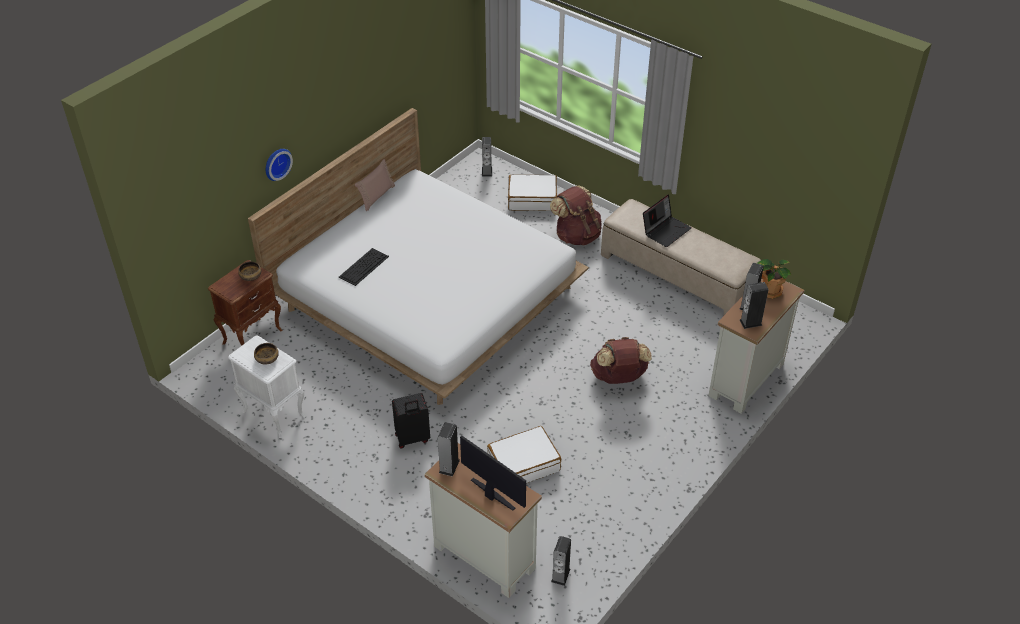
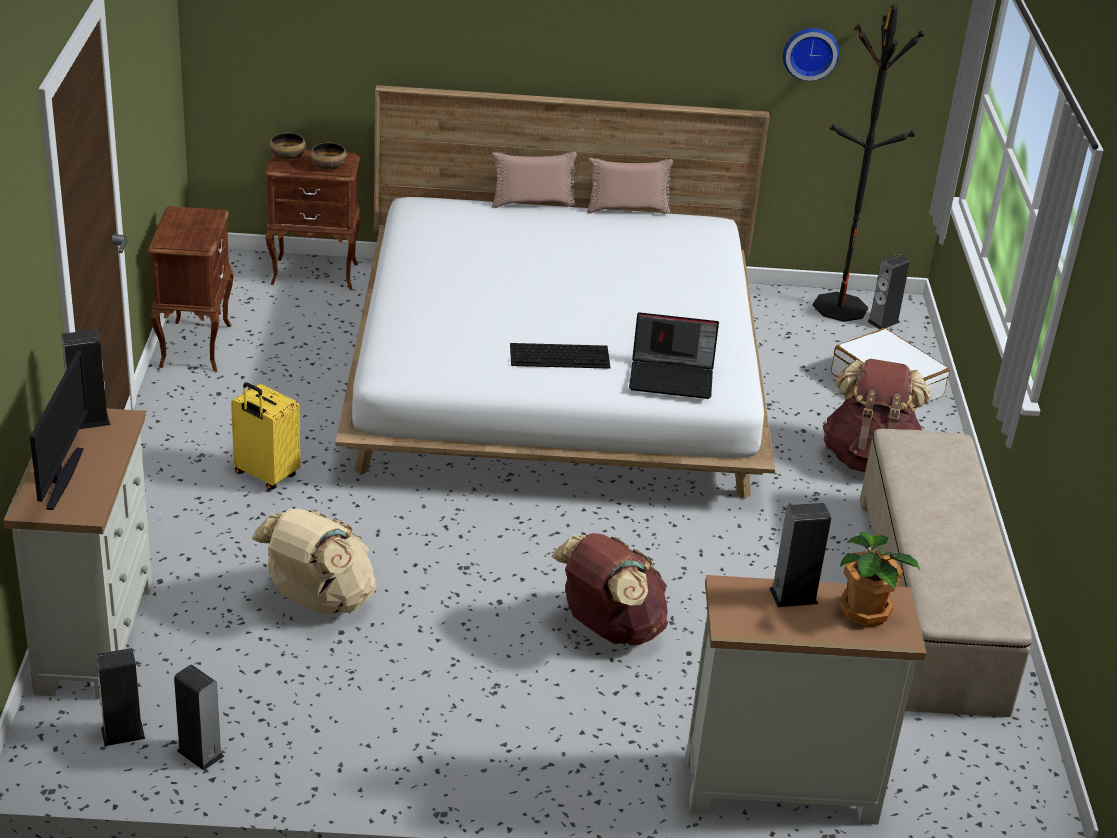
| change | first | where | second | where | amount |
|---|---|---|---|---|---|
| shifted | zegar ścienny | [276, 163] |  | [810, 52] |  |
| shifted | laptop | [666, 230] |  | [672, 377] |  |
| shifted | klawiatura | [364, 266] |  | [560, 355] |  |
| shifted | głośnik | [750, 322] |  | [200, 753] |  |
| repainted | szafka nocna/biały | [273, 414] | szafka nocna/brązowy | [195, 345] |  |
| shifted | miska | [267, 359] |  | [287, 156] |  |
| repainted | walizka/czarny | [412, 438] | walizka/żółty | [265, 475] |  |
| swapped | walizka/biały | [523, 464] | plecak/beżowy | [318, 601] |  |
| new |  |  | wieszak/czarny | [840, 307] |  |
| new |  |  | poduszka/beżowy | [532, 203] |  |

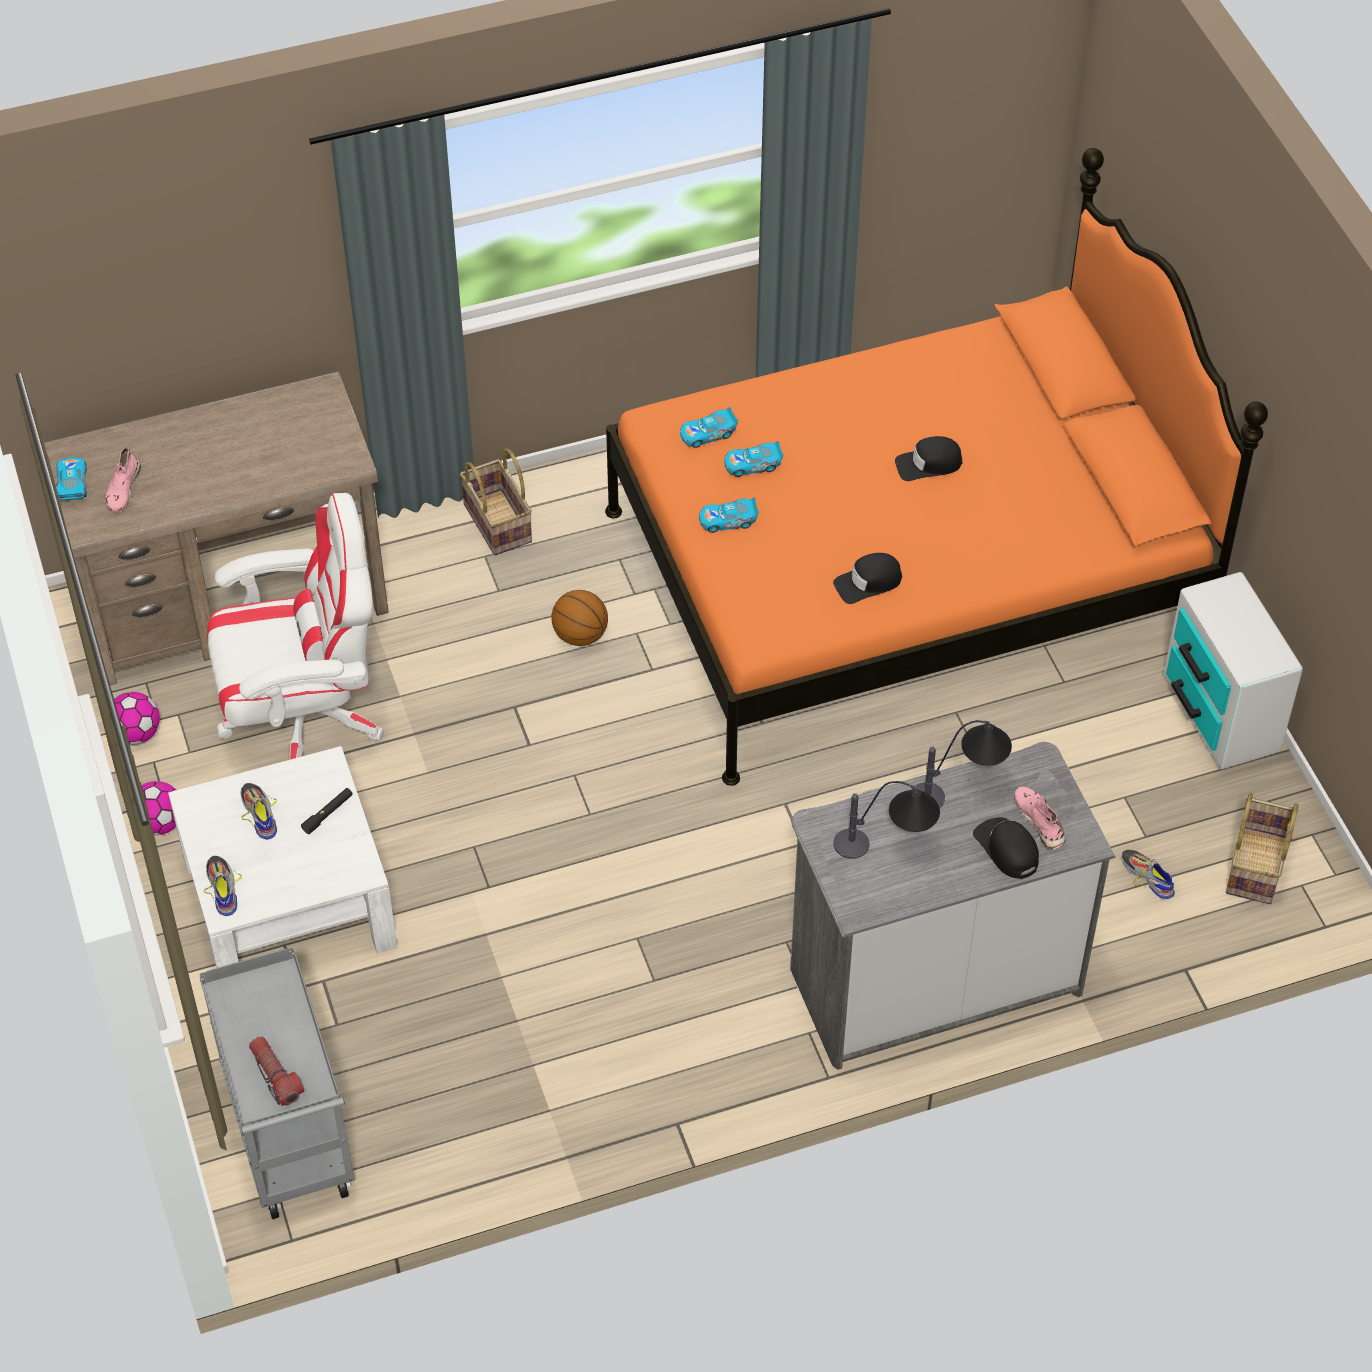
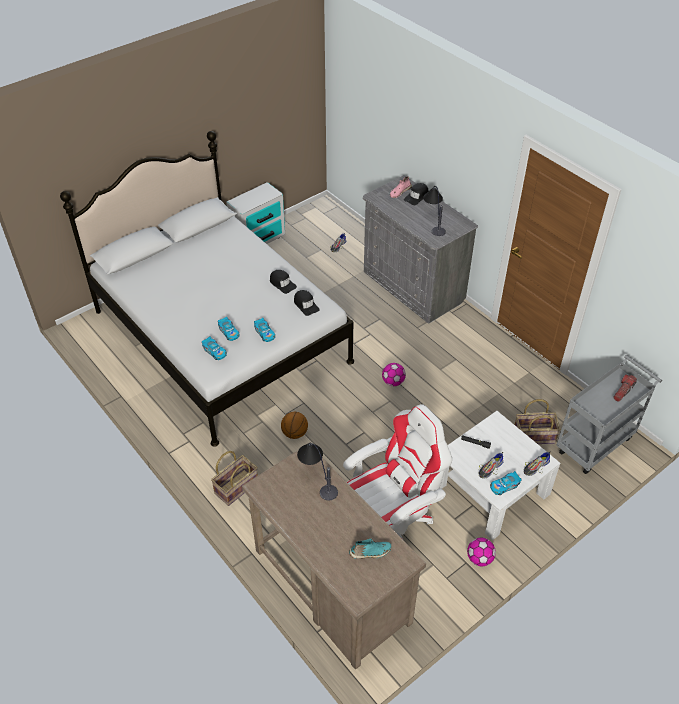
| change | first | where | second | where | amount |
|---|---|---|---|---|---|
| repainted | łóżko/pomarańczowy | [903, 579] | łóżko/biały | [220, 336] |  |
| shifted | czapka z daszkiem/czarny | [928, 464] |  | [306, 305] |  |
| repainted | but/różowy | [122, 489] | but/turkusowy | [370, 552] |  |
| shifted | samochodzik | [72, 484] |  | [504, 486] |  |
| rotated | krzesło biurowe/biały | [304, 718] |  | [389, 523] | 90 degrees clockwise |
| shifted | piłka futbolowa | [136, 734] |  | [393, 382] |  |
| shifted | lampa stołowa | [961, 788] |  | [317, 480] |  |
| shifted | koszyk | [1257, 866] |  | [534, 435] |  |

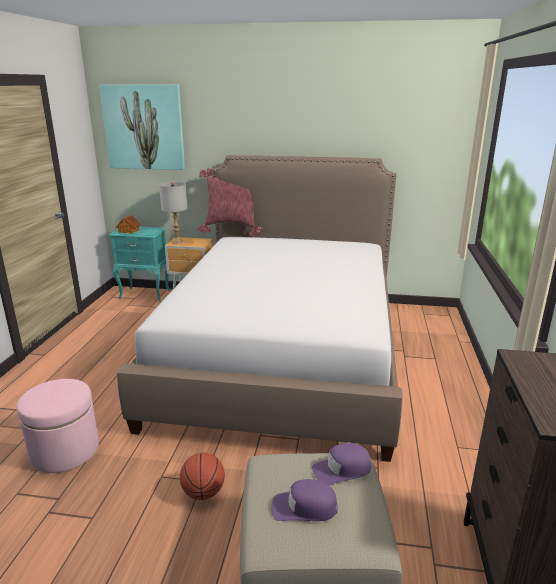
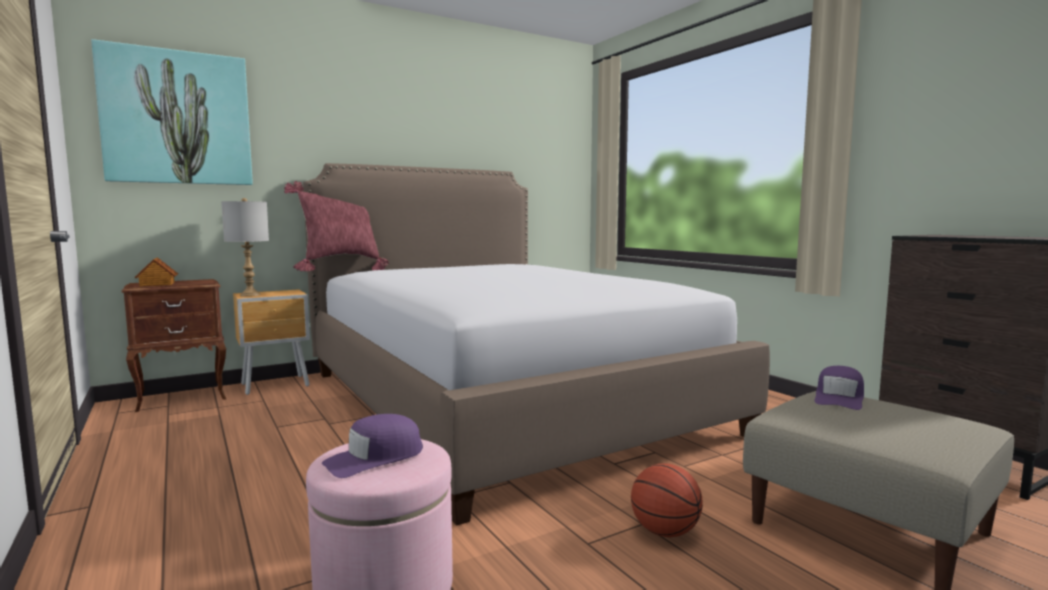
| change | first | where | second | where | amount |
|---|---|---|---|---|---|
| repainted | szafka nocna/turkusowy | [145, 294] | szafka nocna/brązowy | [182, 398] |  |
| shifted | czapka z daszkiem/fioletowy | [304, 507] |  | [374, 458] |  |

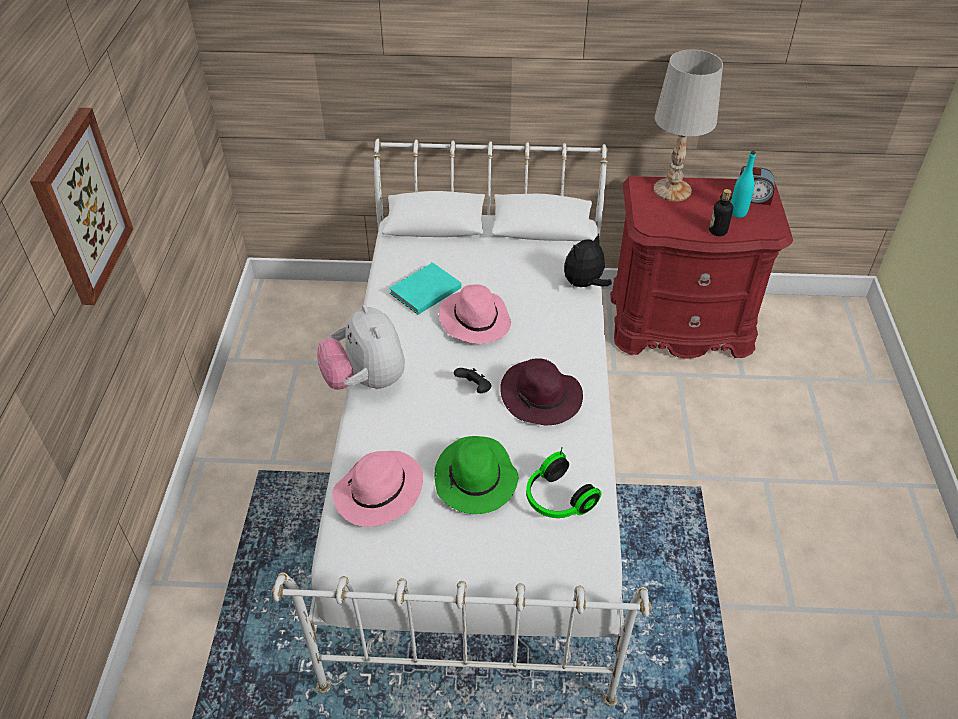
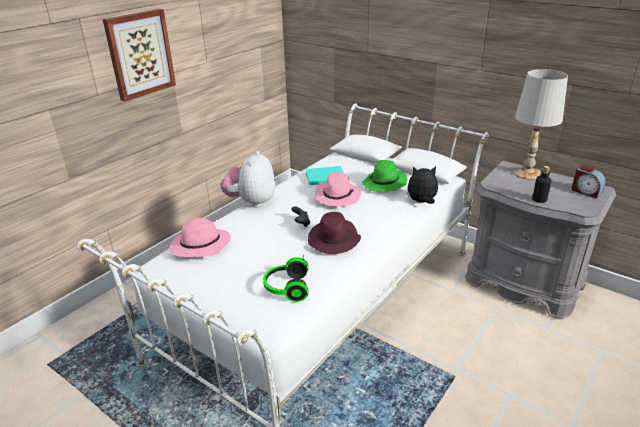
| change | first | where | second | where | amount |
|---|---|---|---|---|---|
| gone | butelka/turkusowy | [737, 213] |  |  |  |
| repainted | szafka nocna/czerwony | [682, 327] | szafka nocna/szary | [523, 285] |  |
| shifted | kapelusz/zielony | [476, 480] |  | [384, 184] |  |

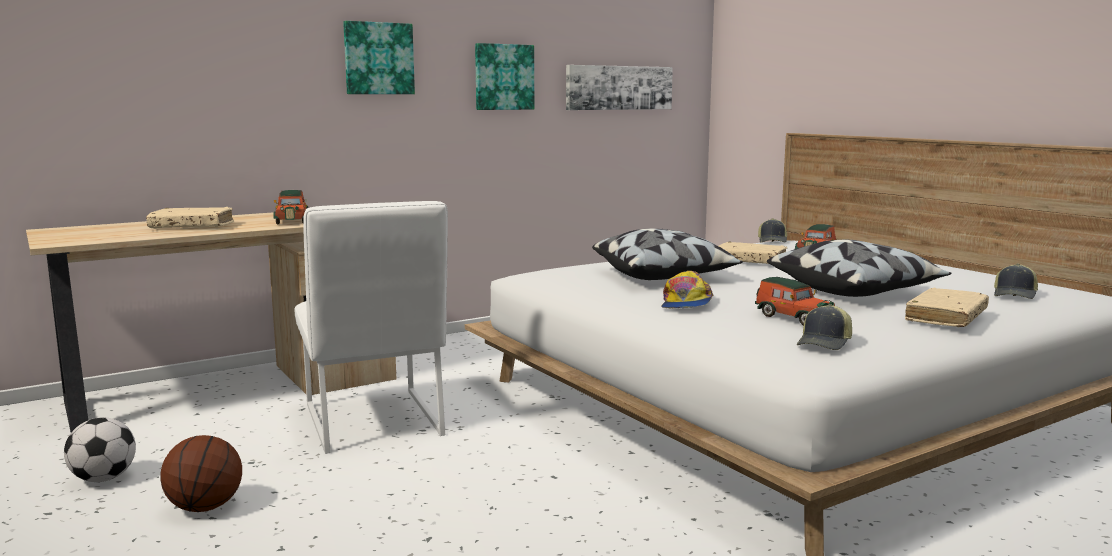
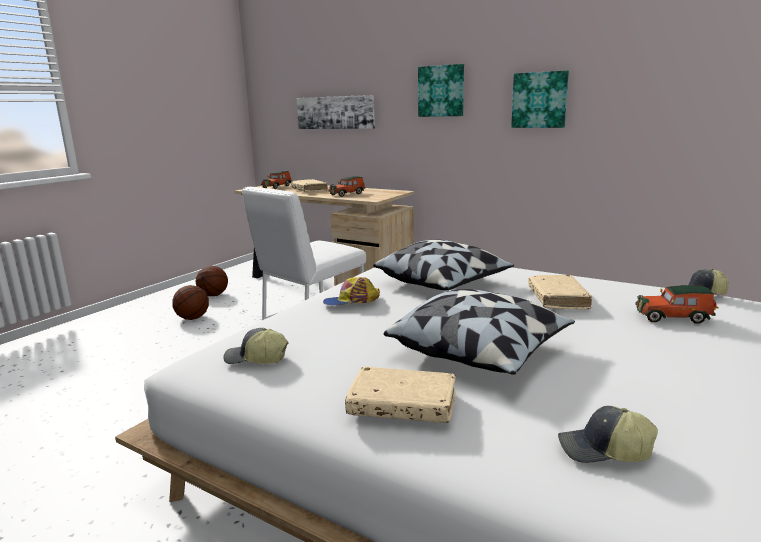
| change | first | where | second | where | amount |
|---|---|---|---|---|---|
| shifted | obraz | [619, 88] |  | [335, 112] |  |
| shifted | samochodzik | [792, 317] |  | [277, 187] |  |
| swapped | piłka futbolowa | [103, 479] | piłka do koszykówki | [213, 295] |  |

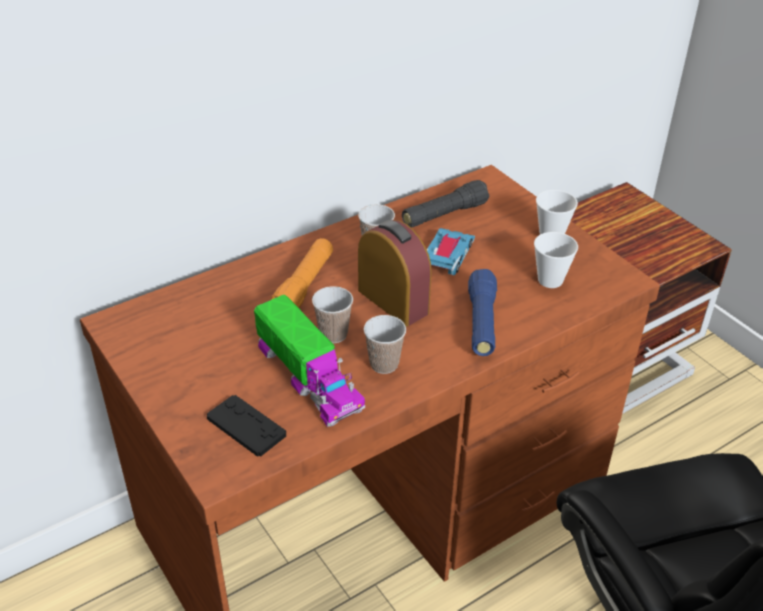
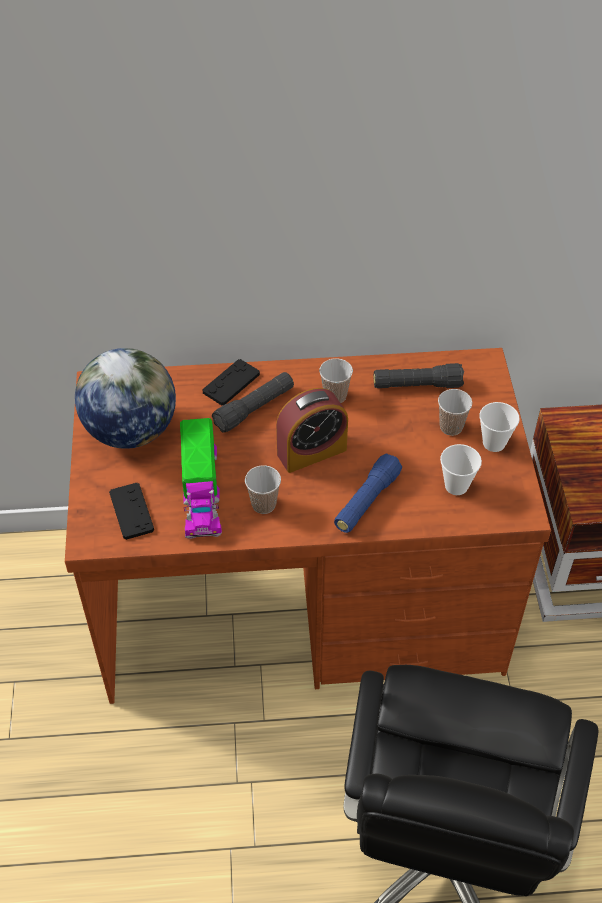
| change | first | where | second | where | amount |
|---|---|---|---|---|---|
| rotated | budzik | [393, 301] |  | [311, 452] | 75 degrees clockwise |
| gone | samochodzik | [447, 255] |  |  |  |
| repainted | latarka/pomarańczowy | [305, 285] | latarka/czarny | [254, 409] |  |
| shifted | filiżanka | [333, 334] |  | [451, 427] |  |
| new |  |  | globus | [131, 430] |  |
| new |  |  | pad do gier/czarny | [231, 383] |  |

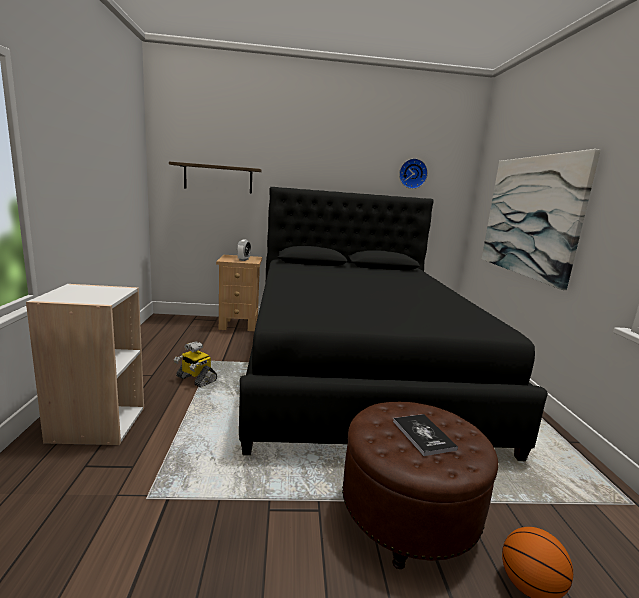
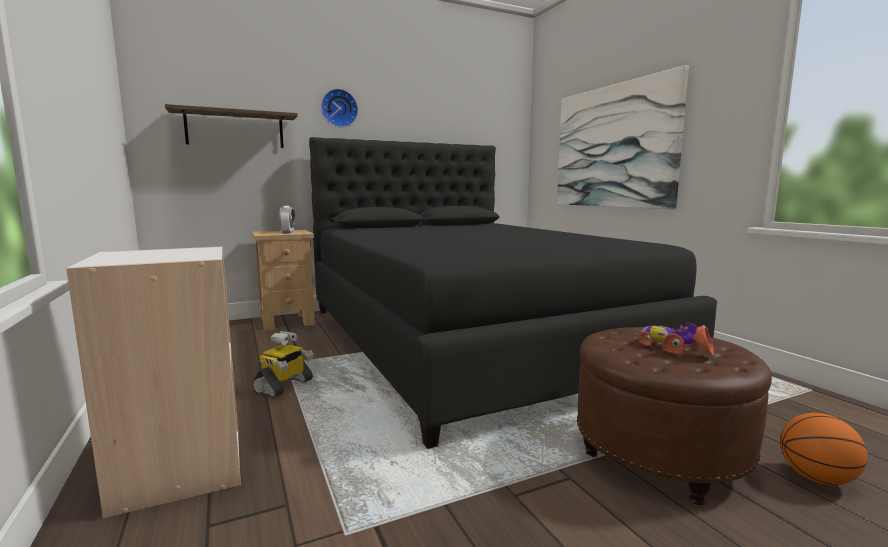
| change | first | where | second | where | amount |
|---|---|---|---|---|---|
| shifted | zegar ścienny | [412, 173] |  | [339, 108] |  |
| rotated | robot zabawkowy | [195, 379] |  | [284, 386] | 75 degrees counterclockwise |
| swapped | książka | [423, 435] | samochodzik | [673, 347] |  |

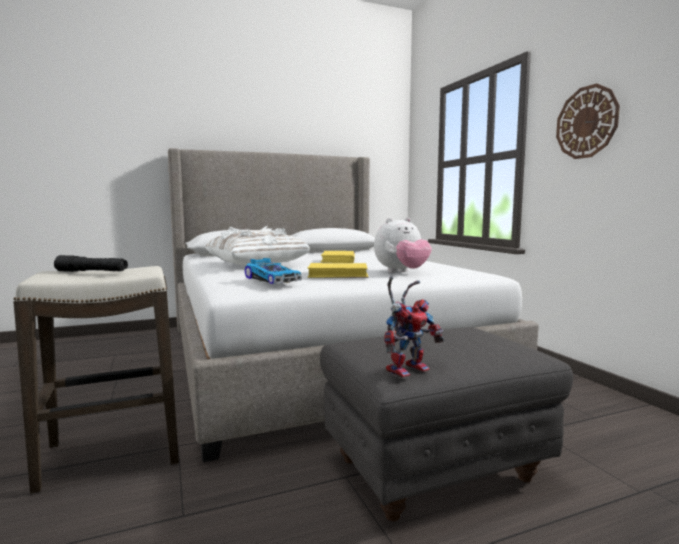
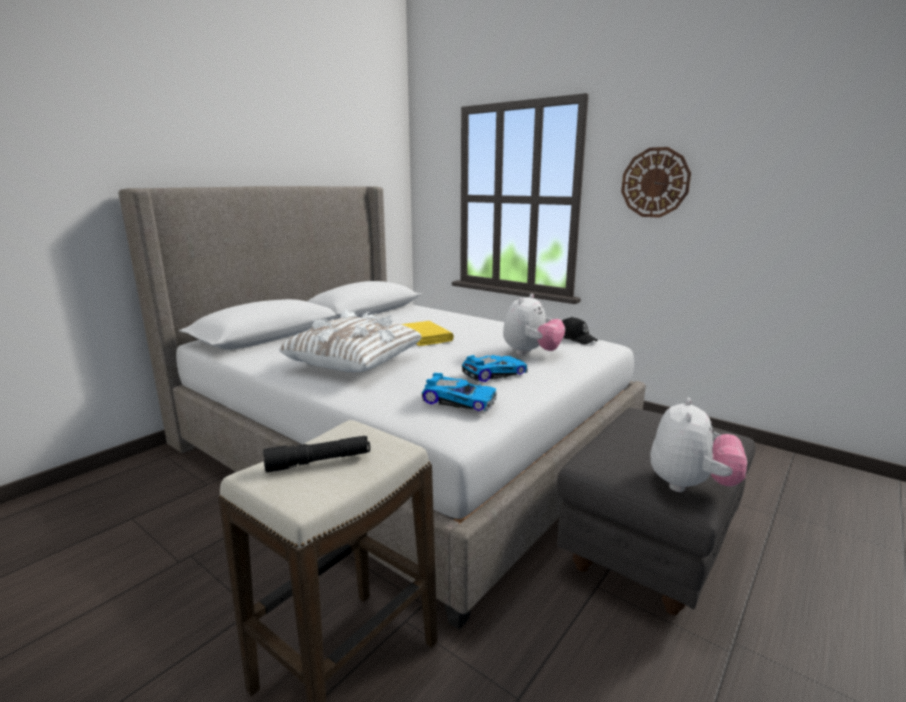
| change | first | where | second | where | amount |
|---|---|---|---|---|---|
| swapped | książka/żółty | [338, 274] | samochodzik | [493, 373] |  |
| swapped | robot zabawkowy | [407, 369] | pluszak | [690, 486] |  |
| new |  |  | czapka z daszkiem/czarny | [575, 338] |  |

